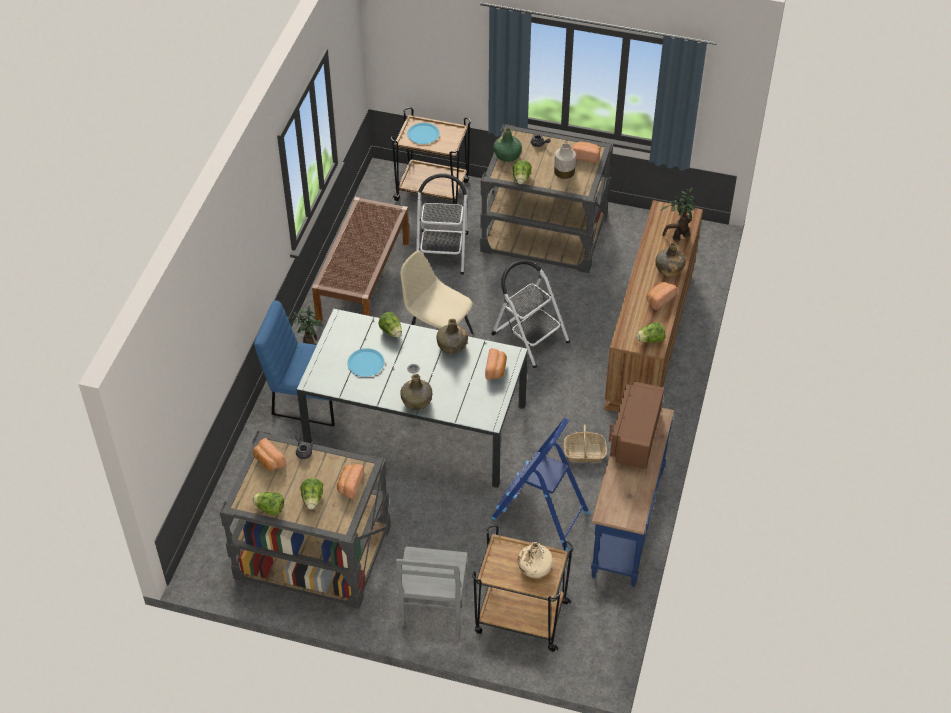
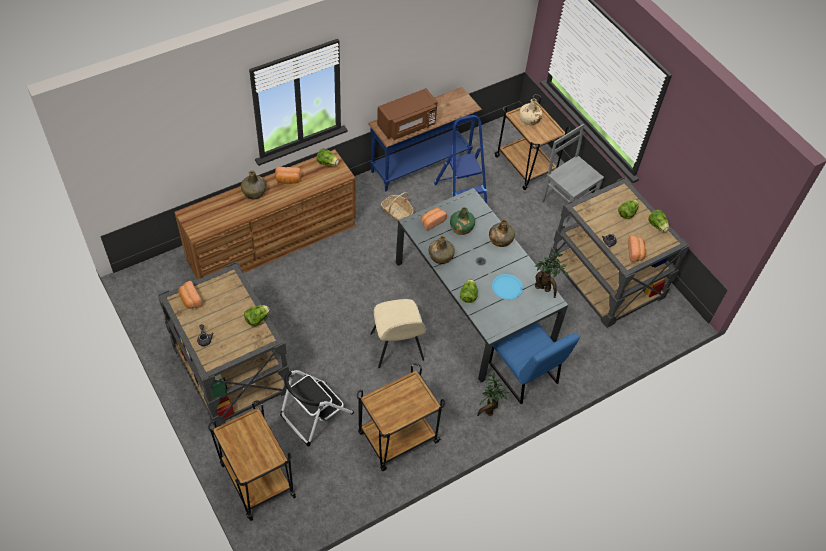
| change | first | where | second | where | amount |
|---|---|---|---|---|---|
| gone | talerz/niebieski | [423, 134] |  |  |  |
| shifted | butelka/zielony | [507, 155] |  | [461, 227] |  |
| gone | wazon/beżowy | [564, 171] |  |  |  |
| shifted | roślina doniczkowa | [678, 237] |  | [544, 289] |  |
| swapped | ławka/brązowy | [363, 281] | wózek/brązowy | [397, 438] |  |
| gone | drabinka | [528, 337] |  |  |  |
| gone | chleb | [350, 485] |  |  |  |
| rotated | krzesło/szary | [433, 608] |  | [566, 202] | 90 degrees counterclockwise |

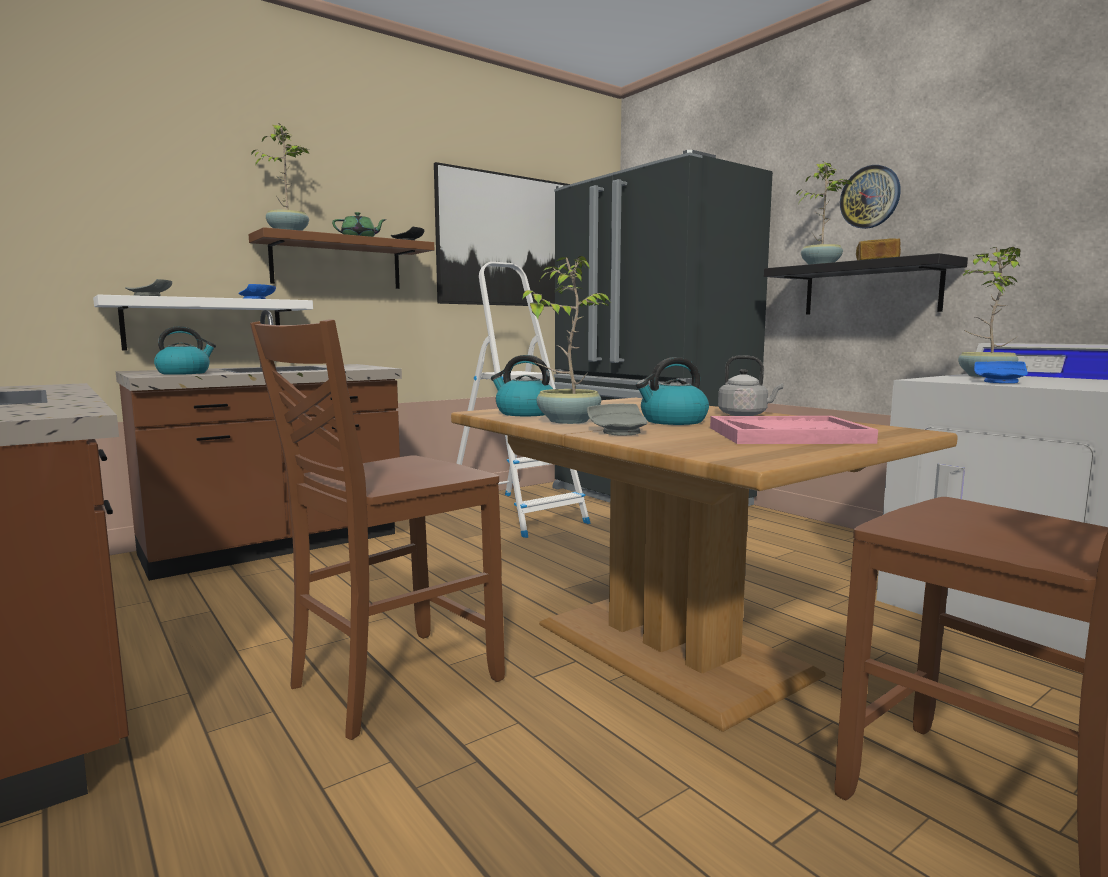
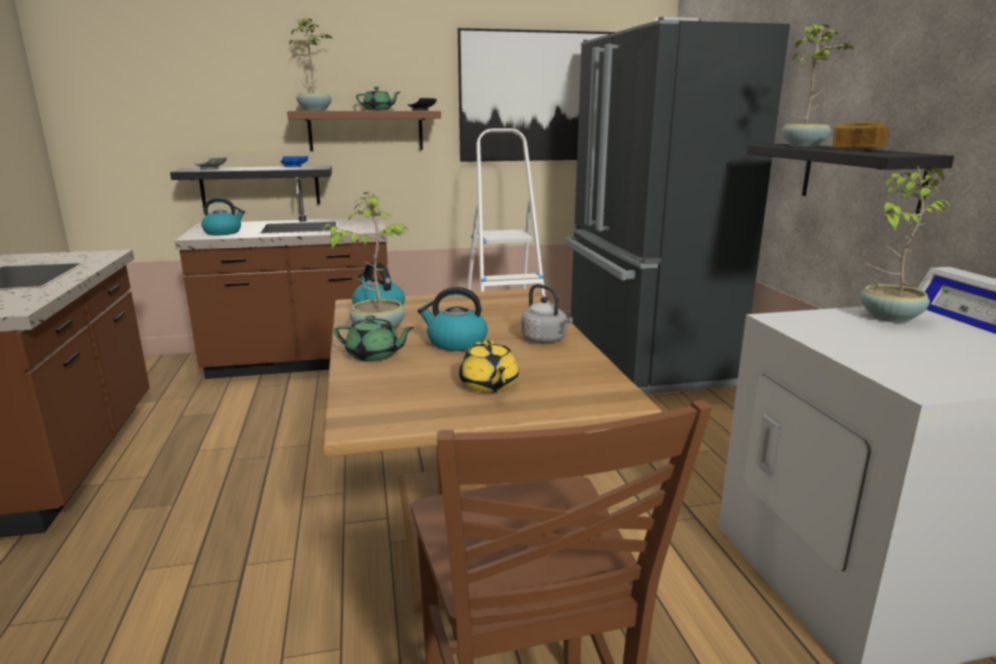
| change | first | where | second | where | amount |
|---|---|---|---|---|---|
| gone | zegar ścienny | [870, 197] |  |  |  |
| repainted | półka/biały | [204, 324] | półka/czarny | [260, 186] |  |
| gone | krzesło/brązowy | [390, 682] |  |  |  |
| gone | talerz/niebieski | [1000, 382] |  |  |  |
| swapped | talerz/szary | [620, 432] | imbryk/zielony | [374, 355] |  |
| swapped | taca/różowy | [787, 435] | imbryk/żółty | [488, 385] |  |

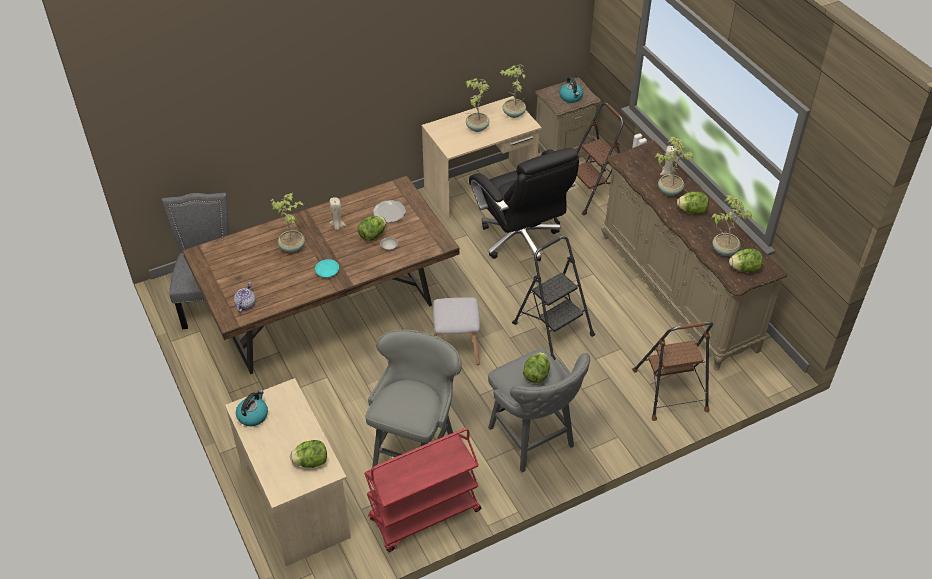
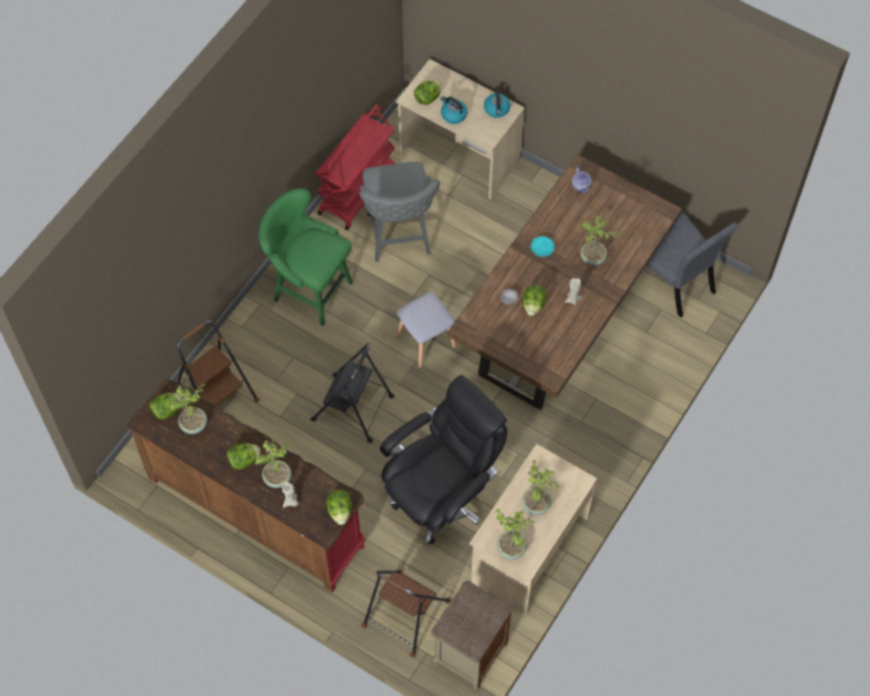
| change | first | where | second | where | amount |
|---|---|---|---|---|---|
| shifted | czajnik | [571, 97] |  | [453, 115] |  |
| repainted | szafka/beżowy | [674, 292] | szafka/czerwony | [257, 510] |  |
| rotated | krzesło biurowe/czarny | [521, 241] |  | [442, 497] | 105 degrees clockwise |
| gone | talerz | [389, 212] |  |  |  |
| repainted | stołek/szary | [533, 440] | stołek/zielony | [309, 289] |  |
| shifted | sałata | [536, 375] |  | [340, 511] |  |

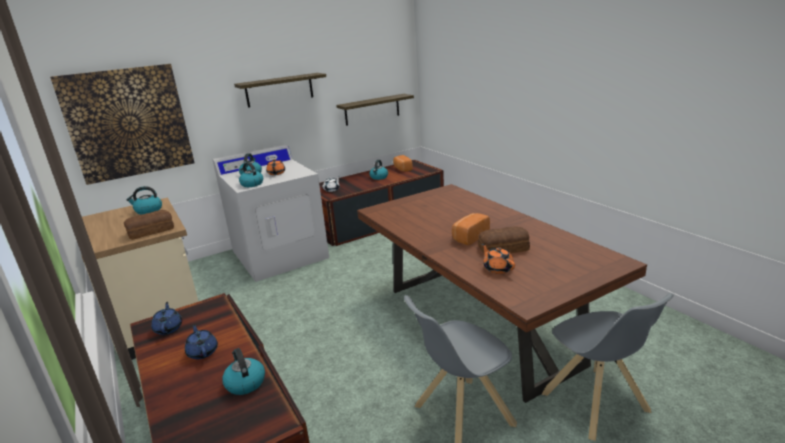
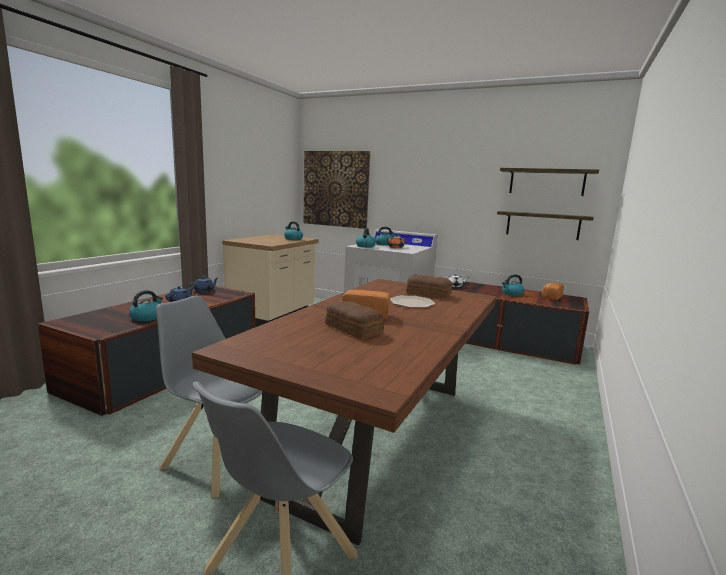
| change | first | where | second | where | amount |
|---|---|---|---|---|---|
| shifted | półka | [279, 90] |  | [546, 182] |  |
| shifted | chleb | [150, 231] |  | [428, 294] |  |
| gone | imbryk/pomarańczowy | [498, 268] |  |  |  |
| new |  |  | talerz | [412, 303] |  |

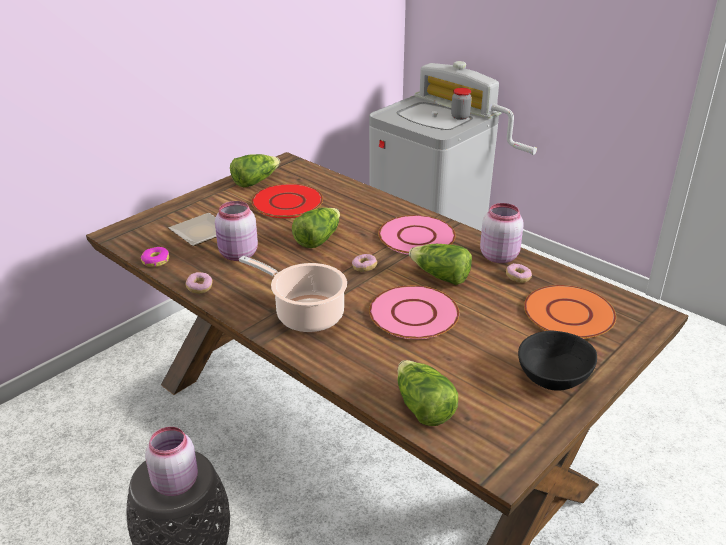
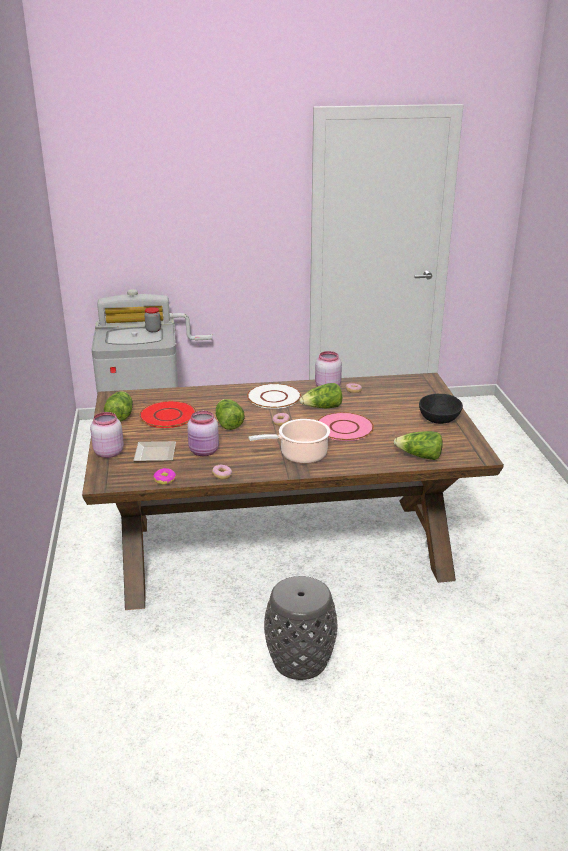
| change | first | where | second | where | amount |
|---|---|---|---|---|---|
| repainted | talerz/różowy | [416, 236] | talerz/biały | [273, 397] |  |
| gone | talerz/pomarańczowy | [568, 314] |  |  |  |
| shifted | słoik/różowy | [175, 482] |  | [108, 453] |  |

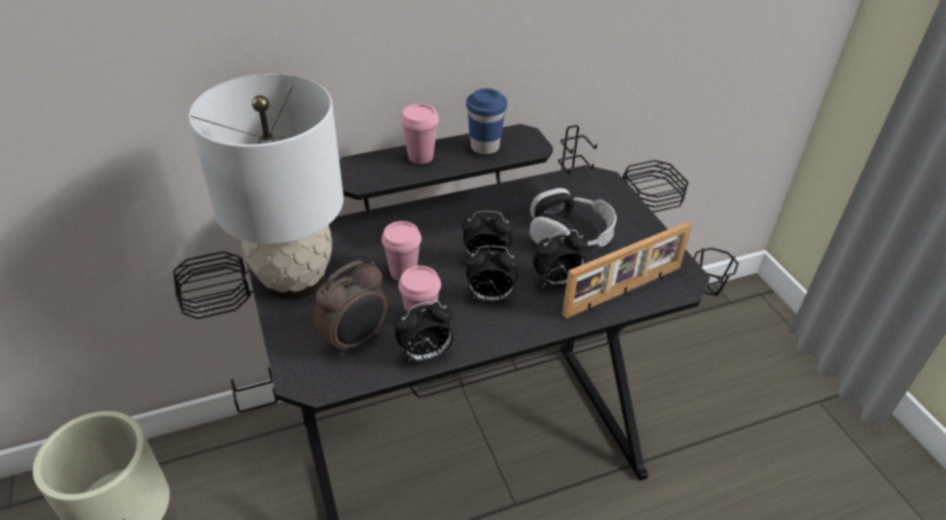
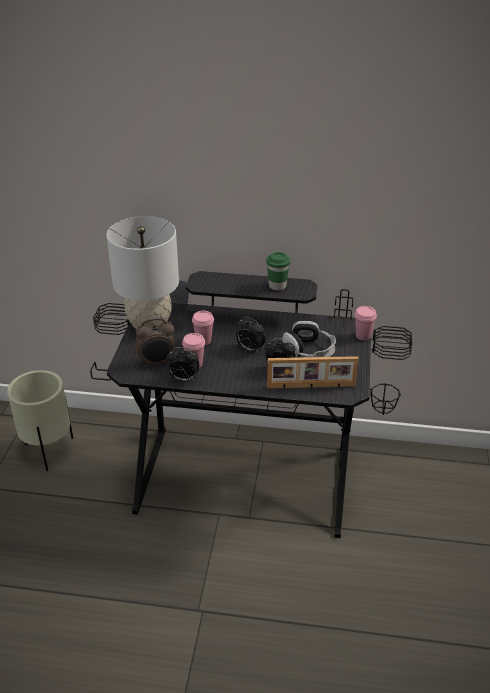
| change | first | where | second | where | amount |
|---|---|---|---|---|---|
| repainted | filiżanka/niebieski | [485, 147] | filiżanka/zielony | [277, 286] |  |
| shifted | filiżanka/różowy | [420, 157] |  | [363, 336] |  |
| gone | budzik | [490, 297] |  |  |  |

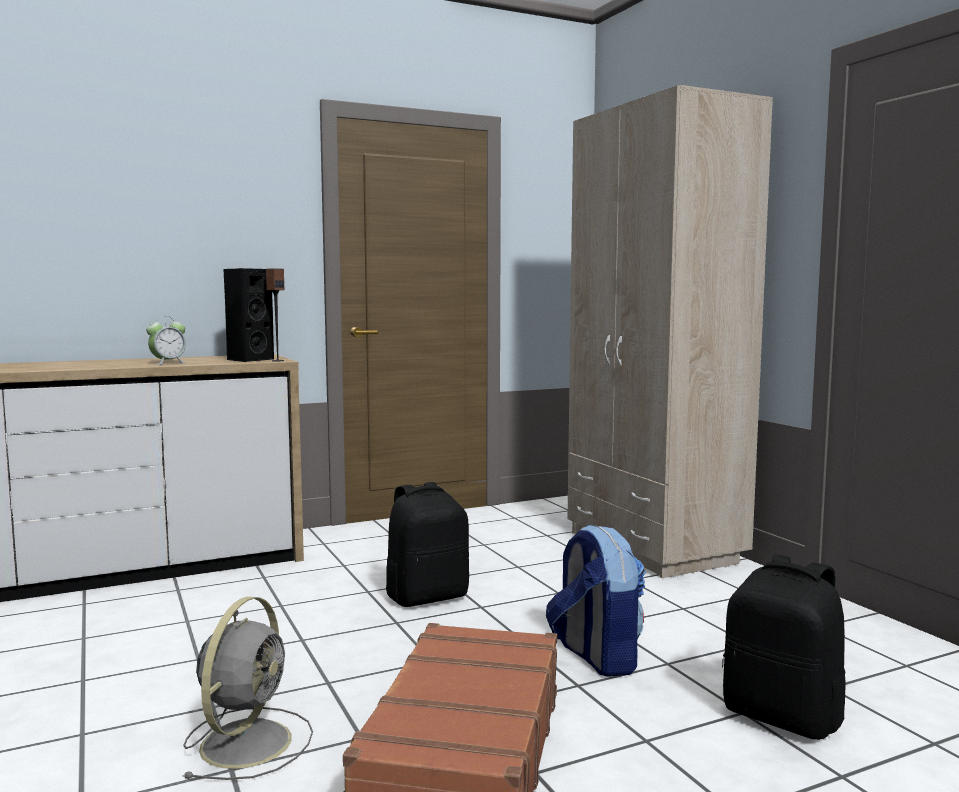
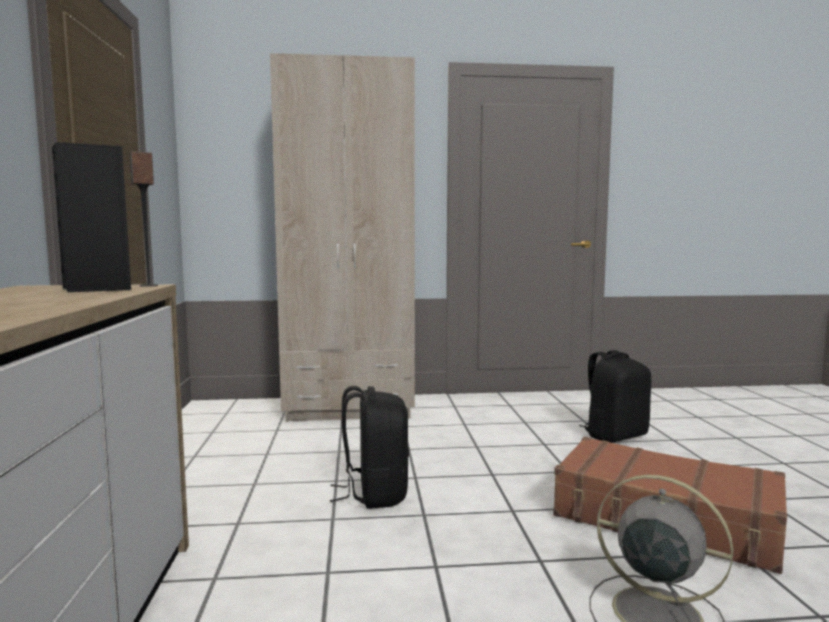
| change | first | where | second | where | amount |
|---|---|---|---|---|---|
| gone | budzik | [168, 363] |  |  |  |
| gone | plecak | [596, 657] |  |  |  |

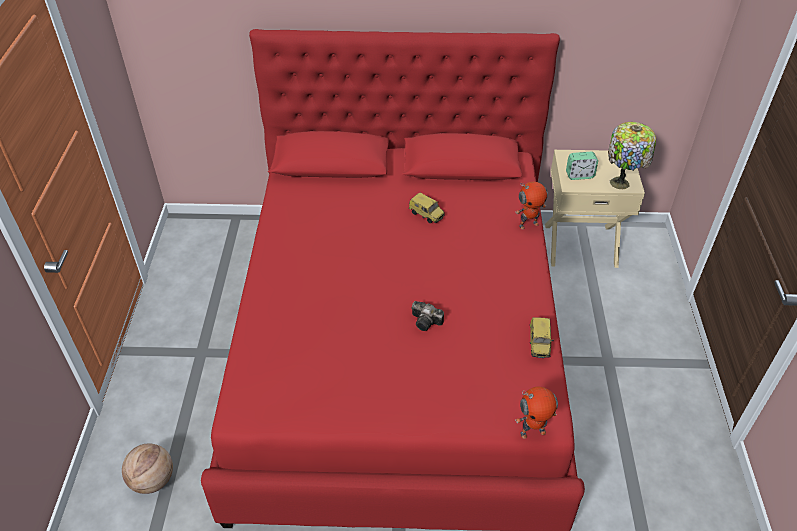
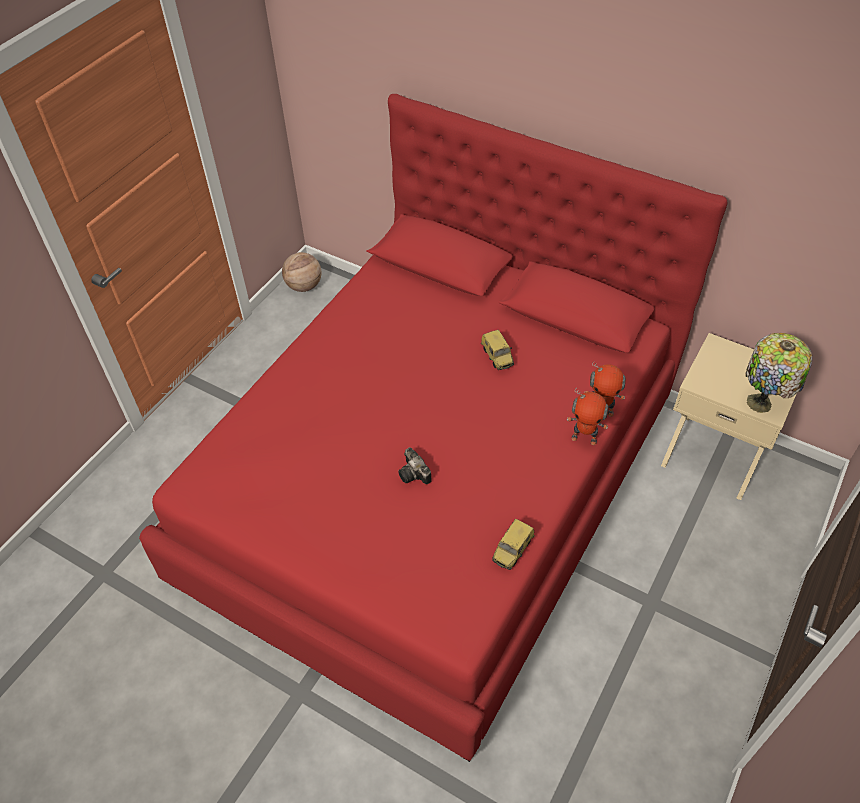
| change | first | where | second | where | amount |
|---|---|---|---|---|---|
| gone | budzik | [579, 175] |  |  |  |
| shifted | robot zabawkowy | [532, 431] |  | [584, 438] |  |
| shifted | piłka do koszykówki | [153, 480] |  | [304, 286] |  |

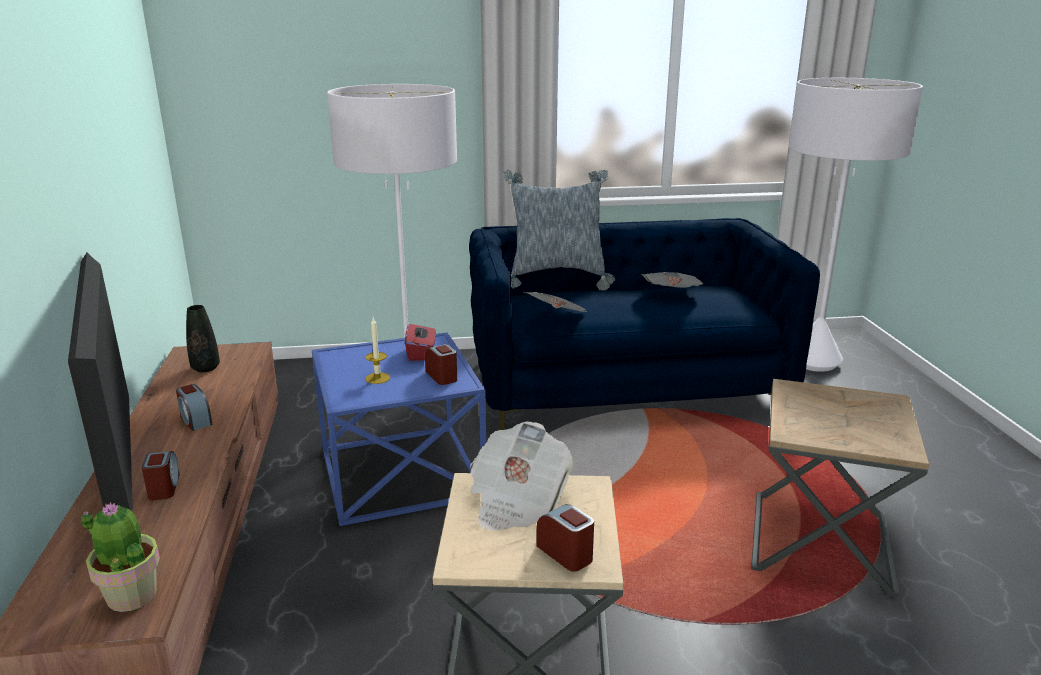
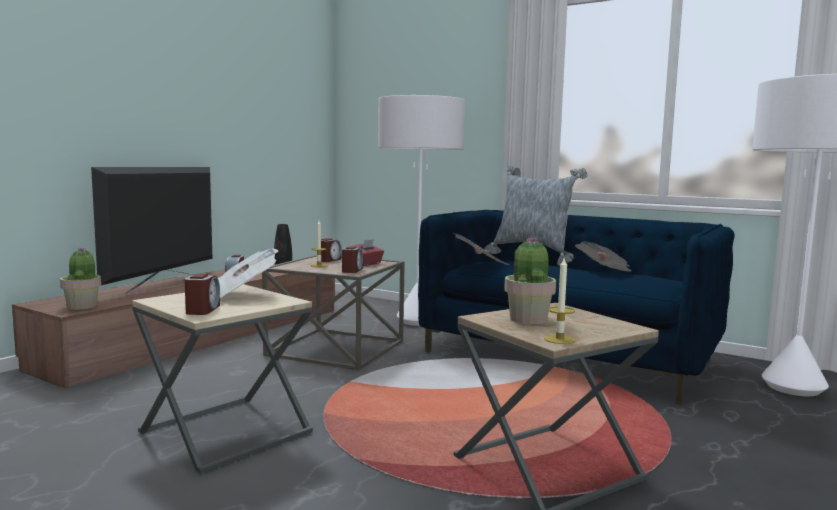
| change | first | where | second | where | amount |
|---|---|---|---|---|---|
| repainted | stolik/niebieski | [399, 472] | stolik/brązowy | [336, 348] |  |
| shifted | budzik | [164, 487] |  | [329, 260] |  |
| new |  |  | roślina doniczkowa | [528, 319] |  |
| new |  |  | świeca | [559, 339] |  |

